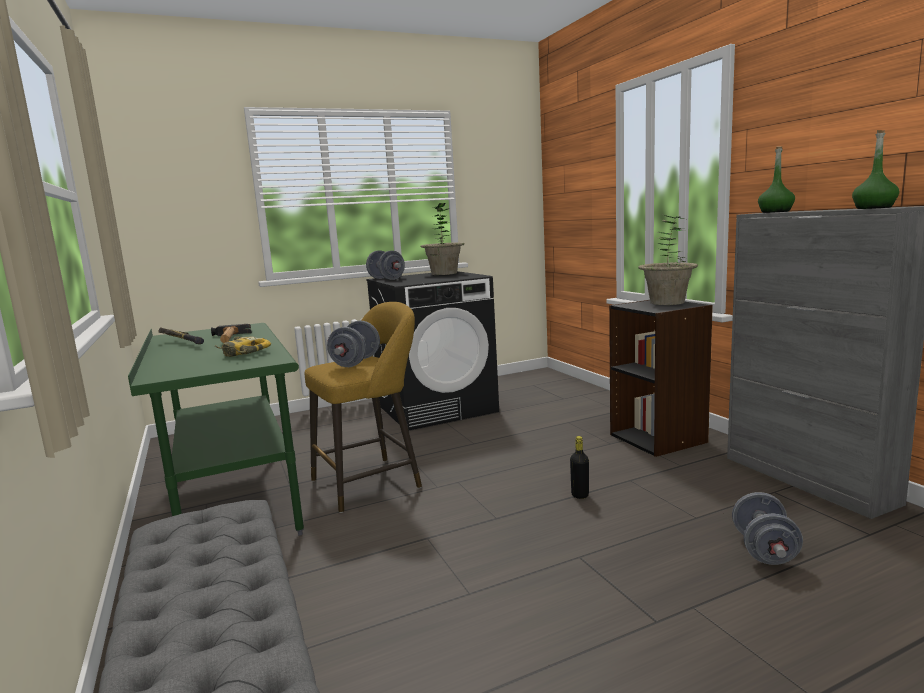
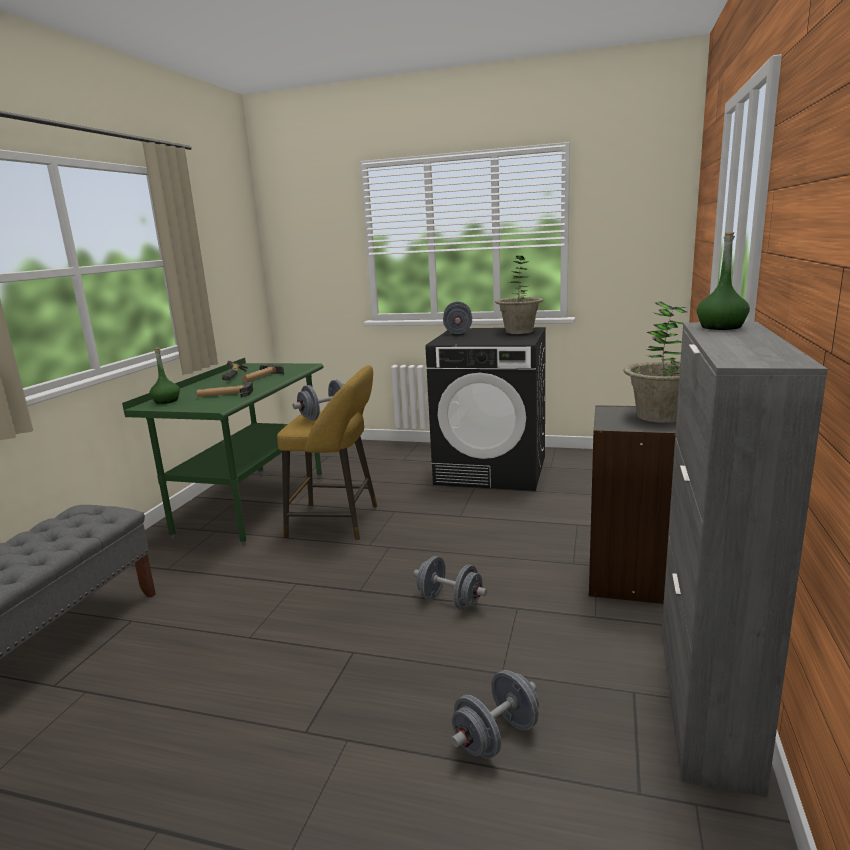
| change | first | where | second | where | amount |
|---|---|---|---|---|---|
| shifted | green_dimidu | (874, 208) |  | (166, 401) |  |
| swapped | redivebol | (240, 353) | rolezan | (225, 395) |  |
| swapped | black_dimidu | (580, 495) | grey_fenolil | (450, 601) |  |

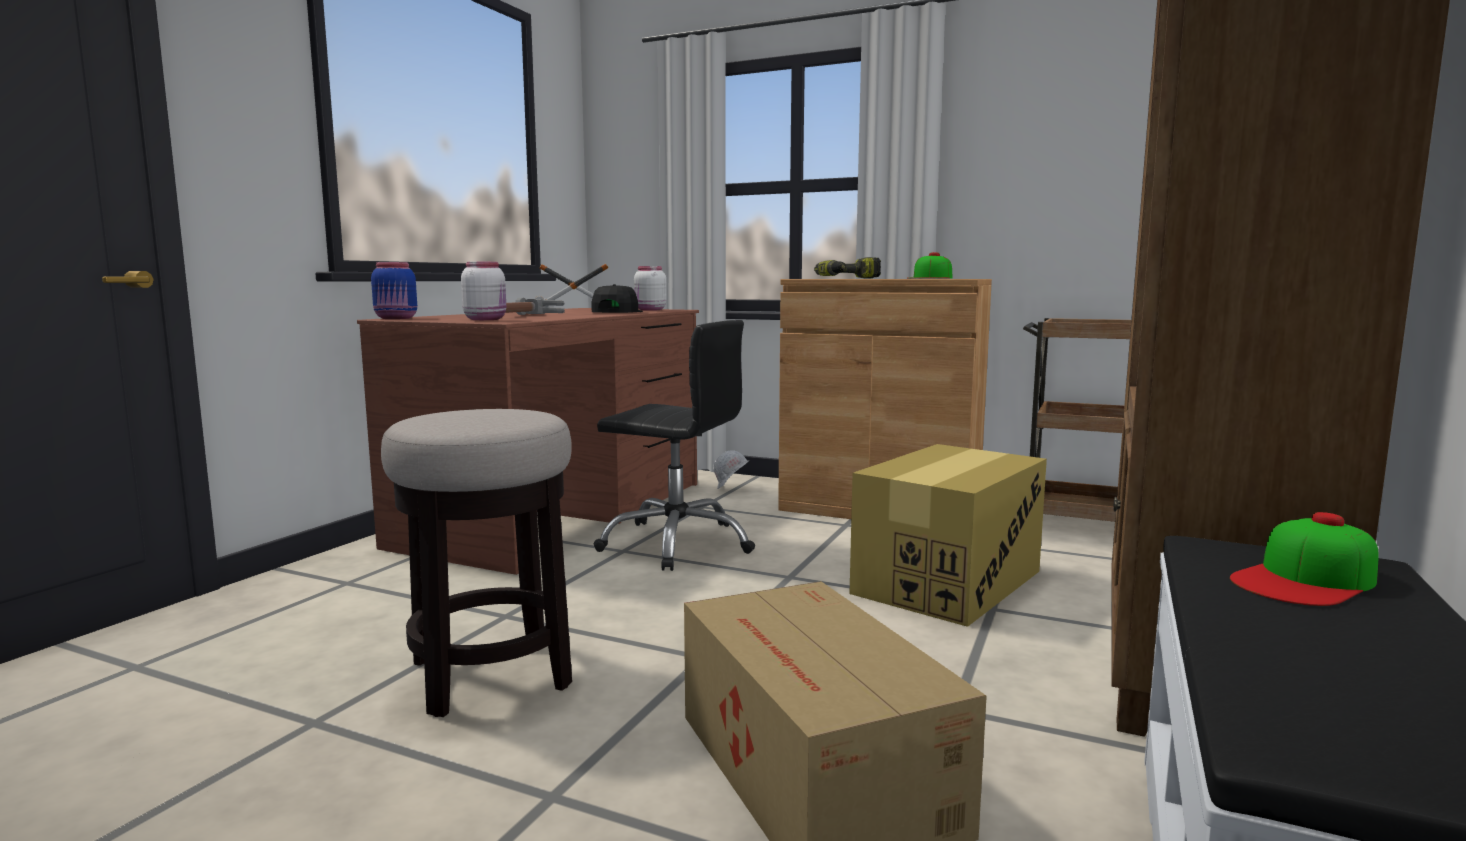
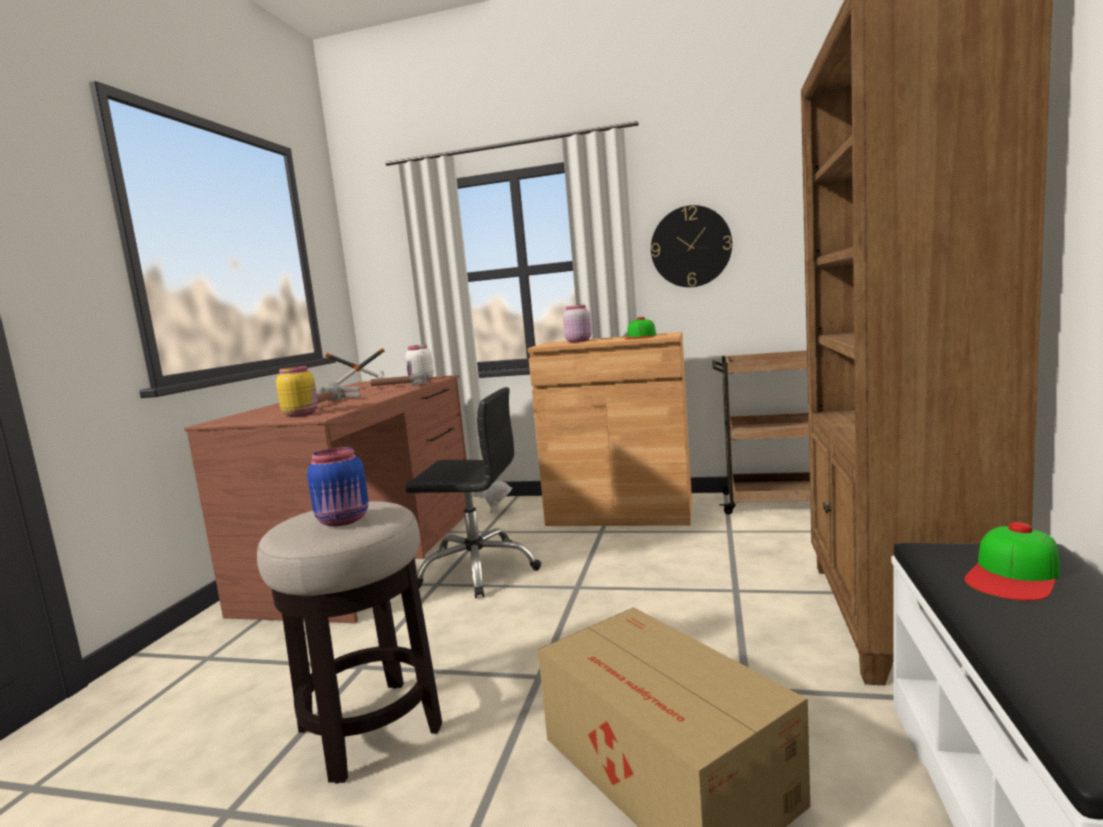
| change | first | where | second | where | amount |
|---|---|---|---|---|---|
| swapped | redivebol | (850, 278) | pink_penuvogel | (578, 341) |  |
| shifted | blue_penuvogel | (397, 318) |  | (344, 520) |  |
| repainted | white_penuvogel | (486, 319) | yellow_penuvogel | (301, 414) |  |
| swapped | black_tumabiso | (616, 312) | rolezan | (398, 387) |  |
| gone | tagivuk | (948, 582) |  |  |  |
| new |  |  | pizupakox | (690, 247) |  |

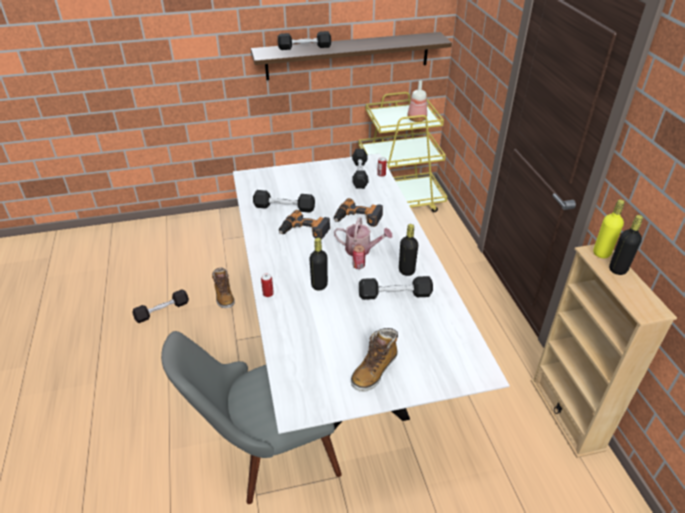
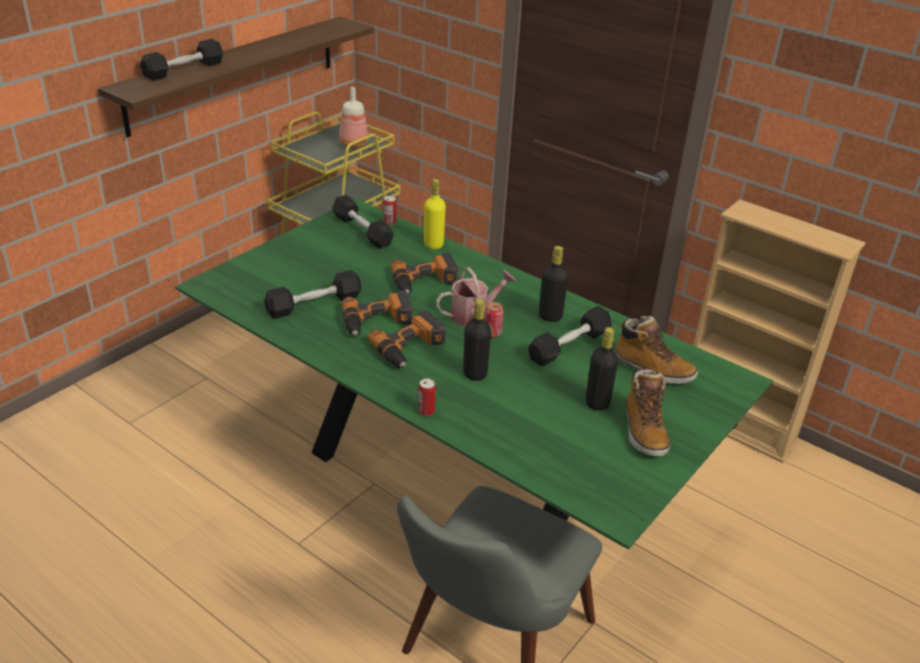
| change | first | where | second | where | amount |
|---|---|---|---|---|---|
| repainted | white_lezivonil | (342, 350) | green_lezivonil | (451, 482) |  |
| shifted | yellow_dimidu | (601, 253) |  | (433, 245) |  |
| shifted | black_dimidu | (618, 269) |  | (597, 403) |  |
| shifted | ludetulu | (224, 296) |  | (652, 370) |  |
| gone | black_fenolil | (162, 311) |  |  |  |
| new |  |  | redivebol | (411, 348) |  |

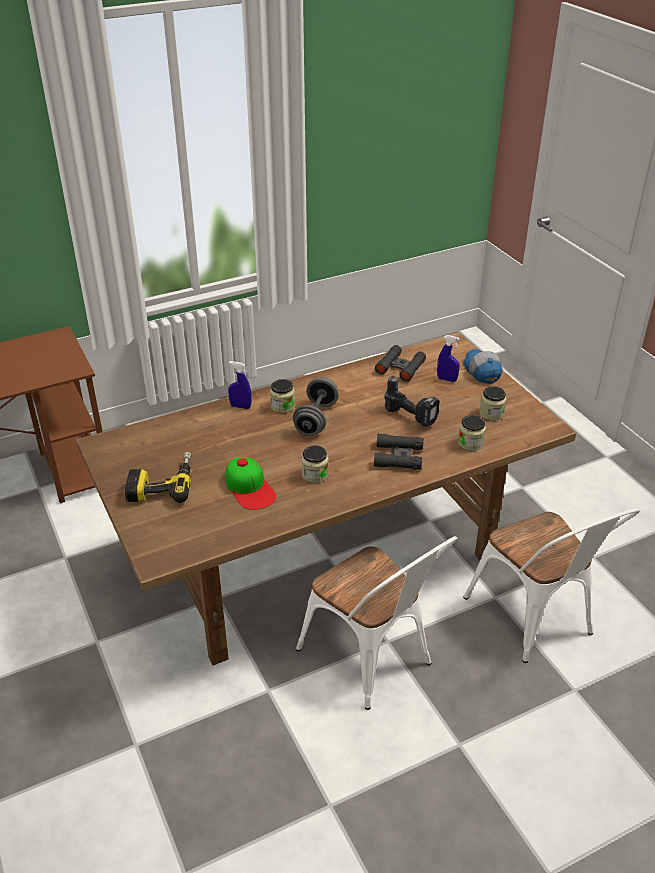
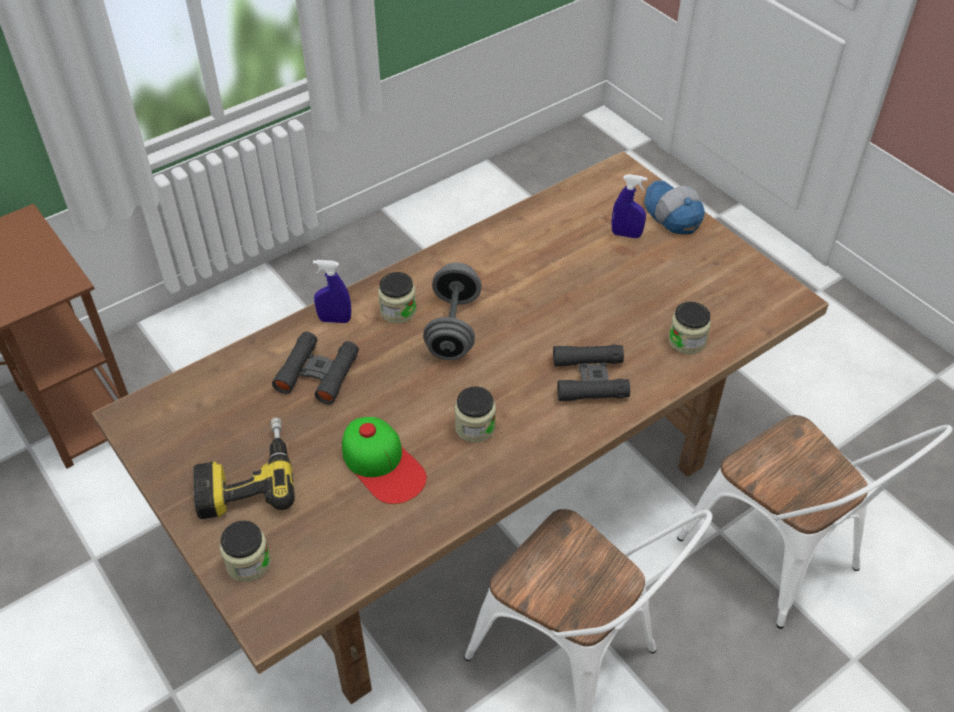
| change | first | where | second | where | amount |
|---|---|---|---|---|---|
| shifted | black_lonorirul | (400, 367) |  | (317, 373) |  |
| gone | redivebol | (412, 417) |  |  |  |
| shifted | penuvogel | (491, 413) |  | (248, 563) |  |

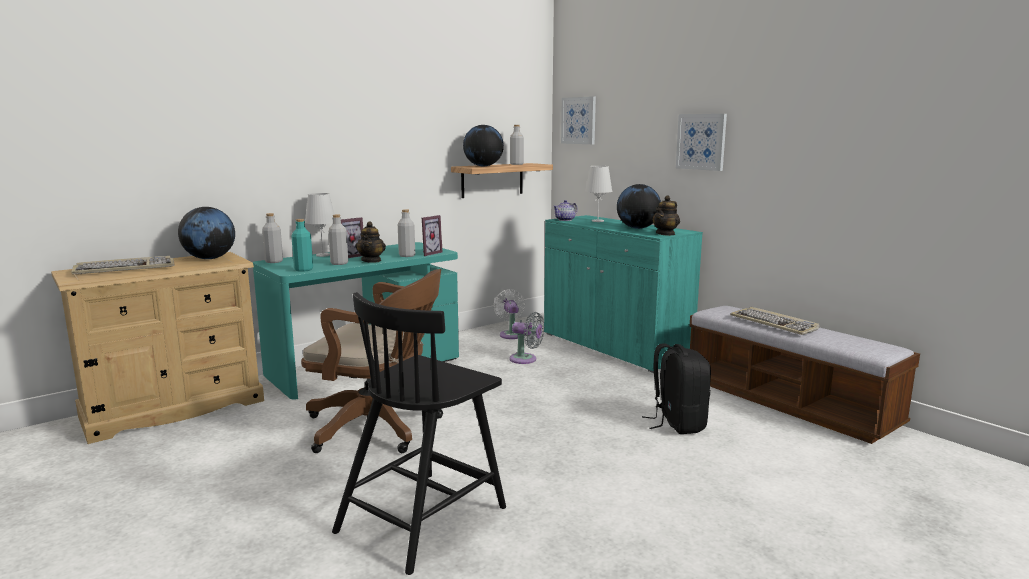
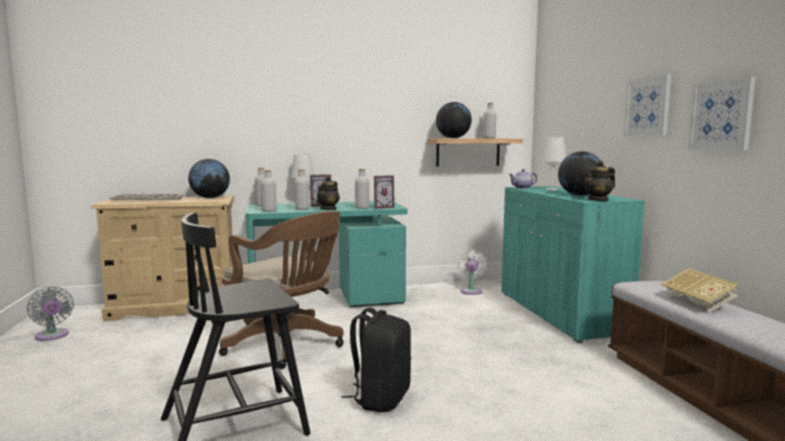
| change | first | where | second | where | amount |
|---|---|---|---|---|---|
| shifted | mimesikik | (579, 120) |  | (721, 115) |  |
| repainted | turquoise_dimidu | (303, 270) | grey_dimidu | (269, 211) |  |
| swapped | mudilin | (774, 324) | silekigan | (698, 303) |  |
| shifted | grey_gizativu | (526, 359) |  | (52, 336) |  |
| shifted | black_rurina | (677, 423) |  | (381, 398) |  |

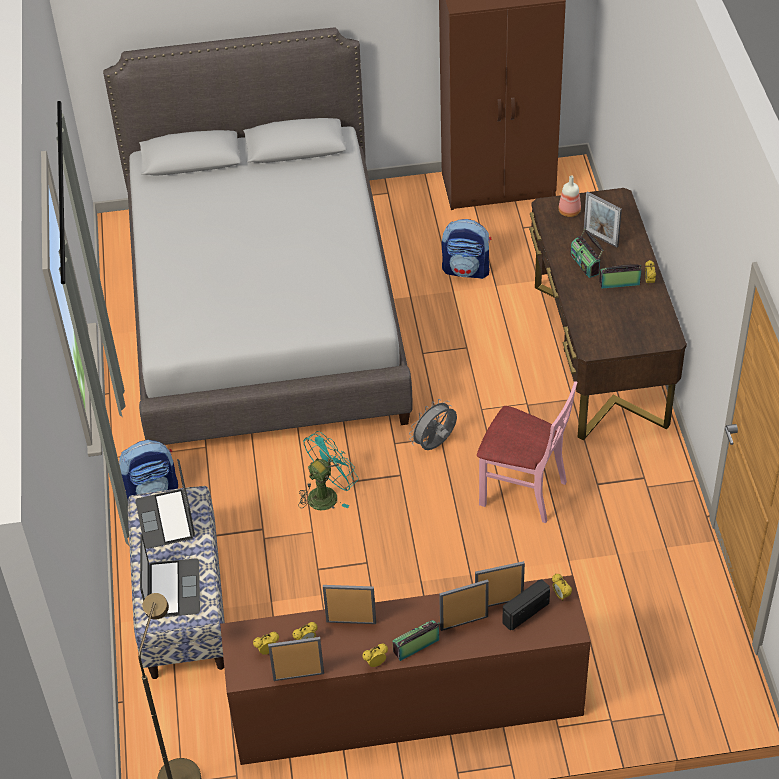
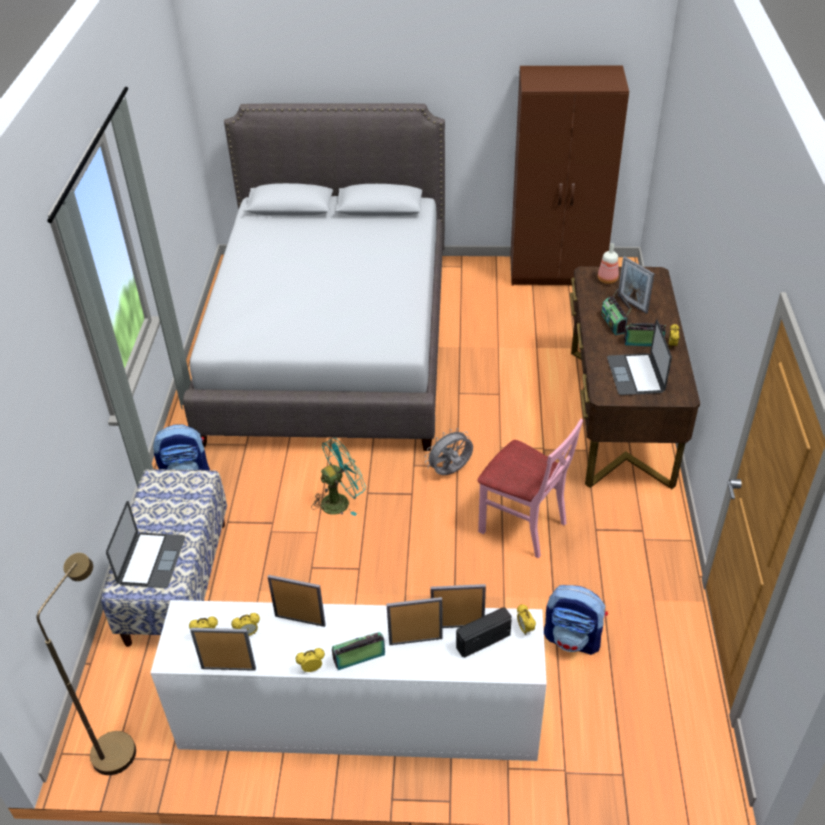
| change | first | where | second | where | amount |
|---|---|---|---|---|---|
| shifted | rurina | (467, 270) |  | (573, 639) |  |
| shifted | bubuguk | (165, 519) |  | (635, 374) |  |
| repainted | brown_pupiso | (407, 707) | white_pupiso | (359, 718) |  |

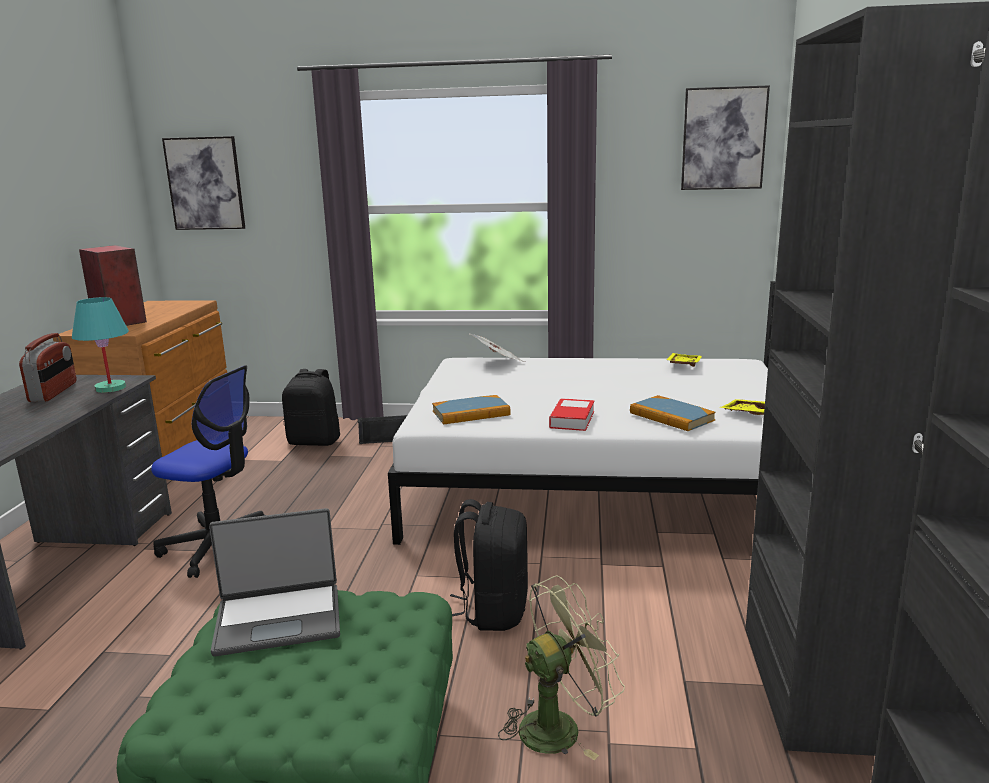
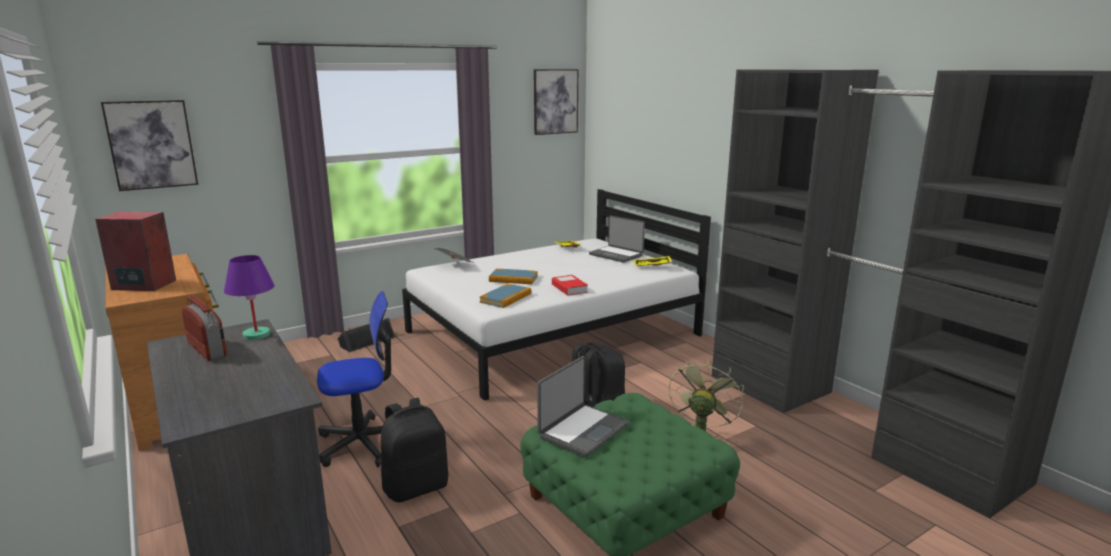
| change | first | where | second | where | amount |
|---|---|---|---|---|---|
| repainted | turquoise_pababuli | (110, 388) | purple_pababuli | (256, 335) |  |
| shifted | black_rurina | (315, 441) |  | (416, 487) |  |
| shifted | silekigan | (671, 417) |  | (513, 279) |  |
| new |  |  | bubuguk | (616, 255) |  |

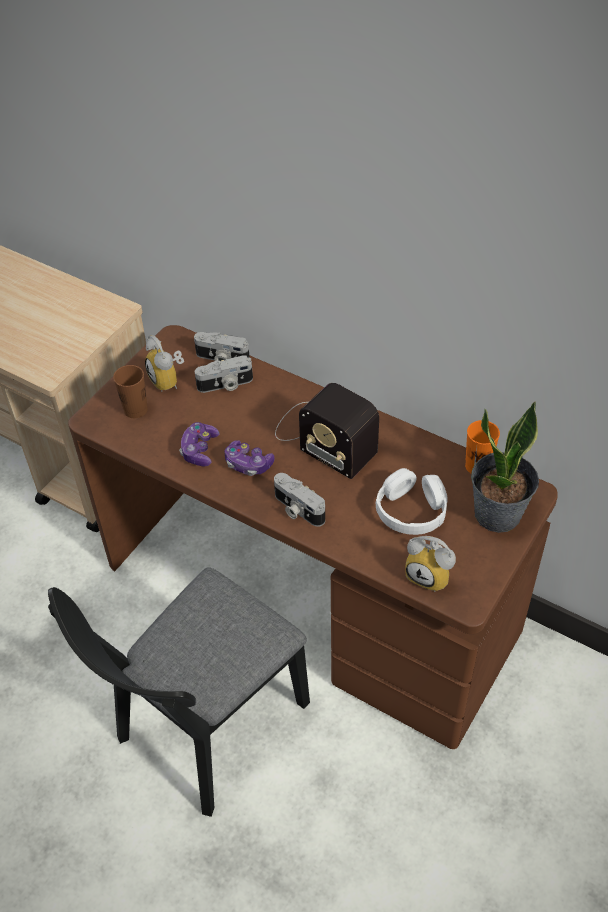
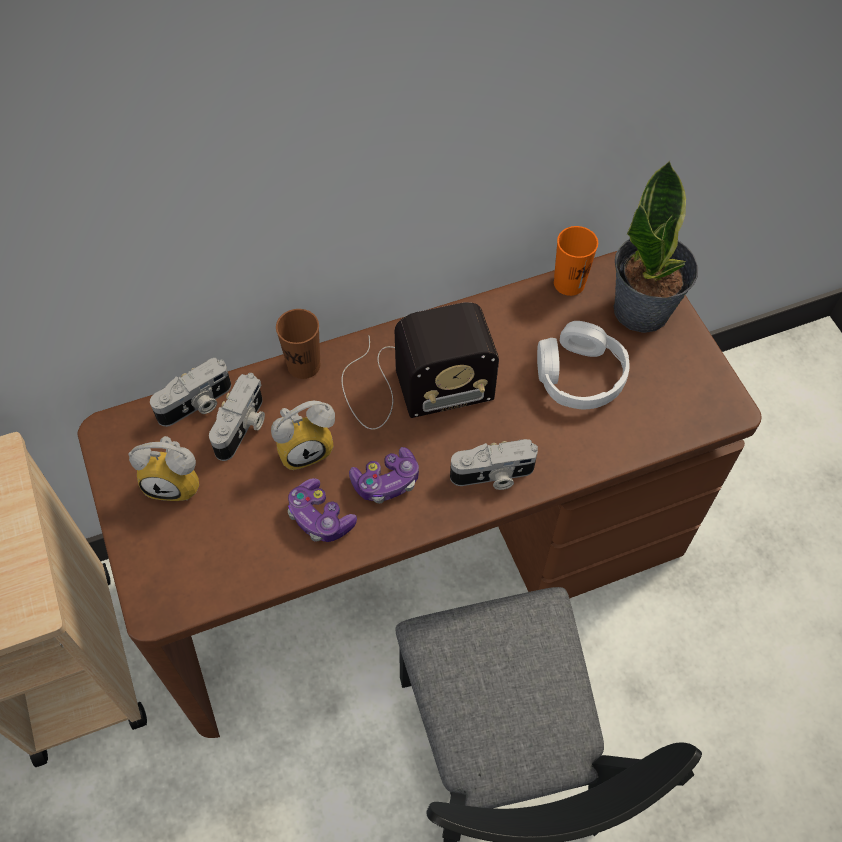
| change | first | where | second | where | amount |
|---|---|---|---|---|---|
| shifted | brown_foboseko | (135, 410) |  | (304, 365) |  |
| shifted | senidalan | (431, 575) |  | (305, 446) |  |

